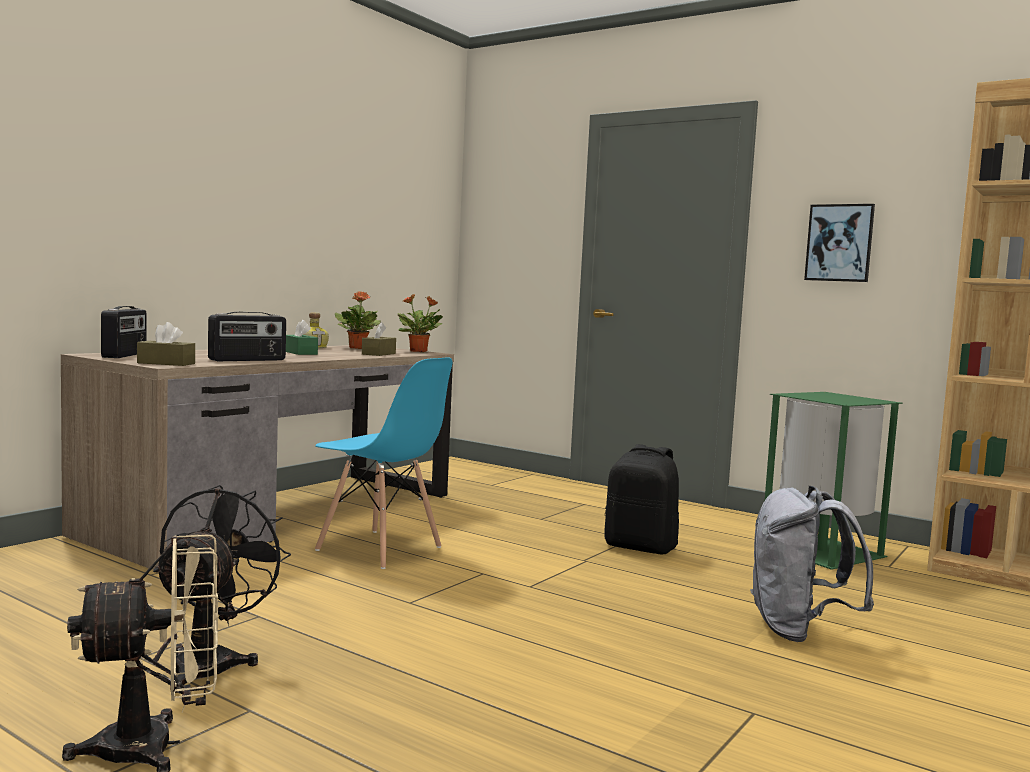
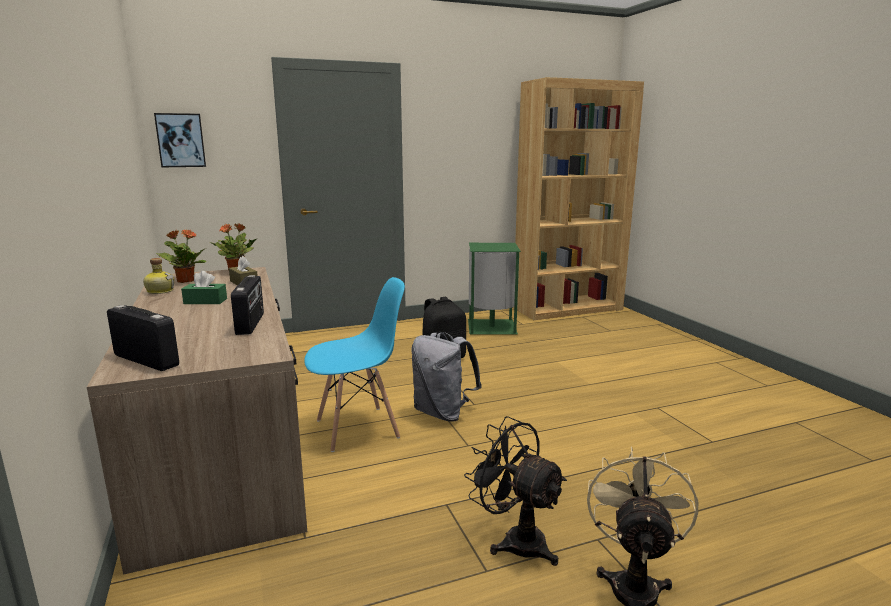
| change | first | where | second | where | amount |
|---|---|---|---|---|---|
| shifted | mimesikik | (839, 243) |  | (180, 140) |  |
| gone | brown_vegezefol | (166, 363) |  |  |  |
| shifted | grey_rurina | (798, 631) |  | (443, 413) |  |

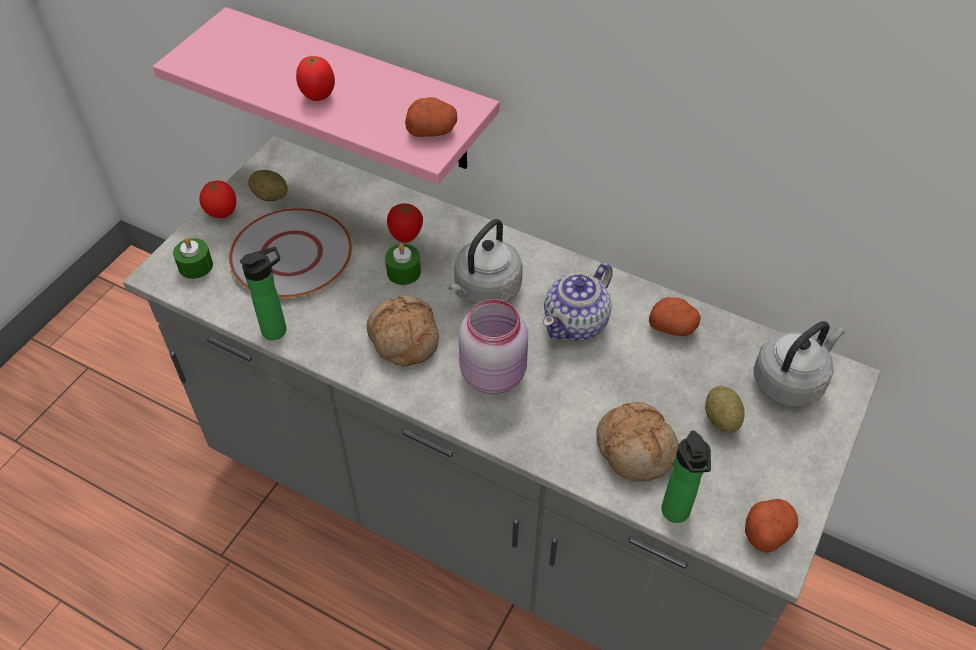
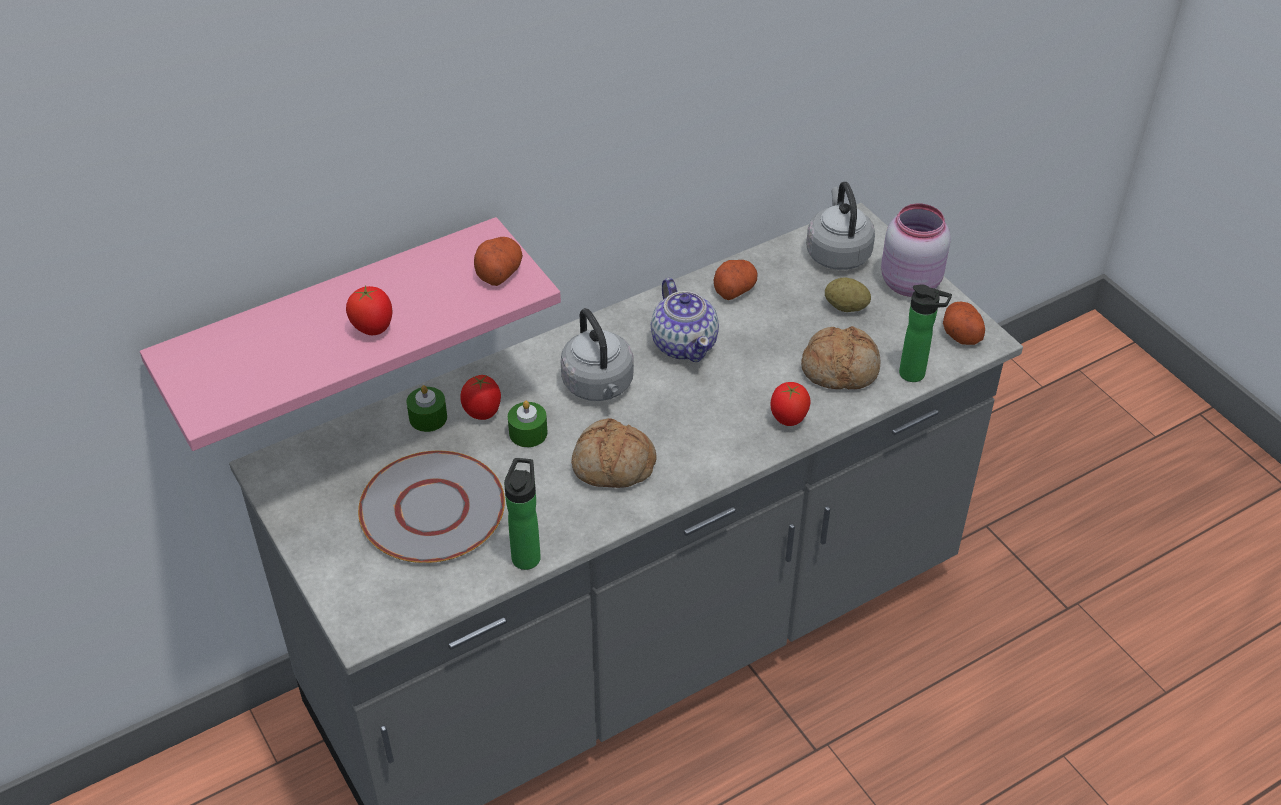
| change | first | where | second | where | amount |
|---|---|---|---|---|---|
| gone | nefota | (270, 196) |  |  |  |
| shifted | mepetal | (222, 213) |  | (788, 420) |  |
| shifted | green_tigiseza | (195, 266) |  | (428, 417) |  |
| shifted | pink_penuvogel | (494, 373) |  | (909, 281) |  |

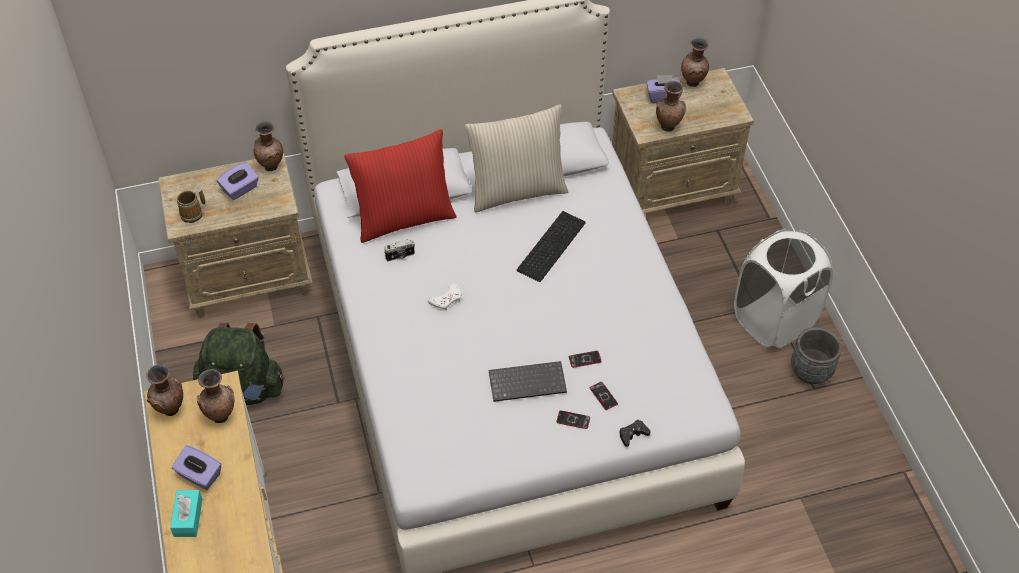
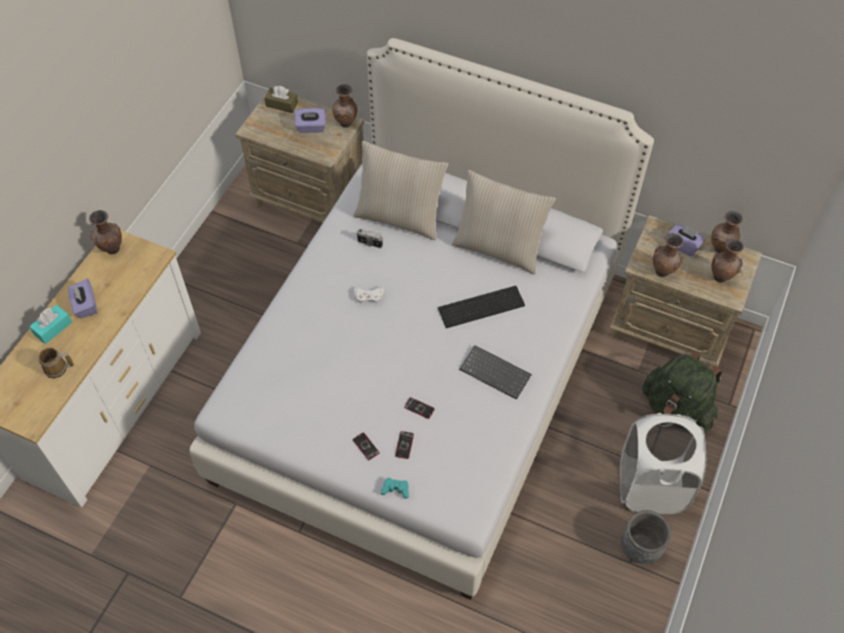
| change | first | where | second | where | amount |
|---|---|---|---|---|---|
| repainted | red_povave | (404, 218) | beige_povave | (400, 217) |  |
| shifted | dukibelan | (193, 214) |  | (57, 369) |  |
| shifted | green_rurina | (243, 389) |  | (677, 409) |  |
| shifted | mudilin | (528, 381) |  | (496, 372) |  |
| shifted | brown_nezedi | (221, 416) |  | (721, 277) |  |
| repainted | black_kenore | (633, 434) | turquoise_kenore | (396, 489) |  |
| new |  |  | brown_vegezefol | (282, 104) |  |

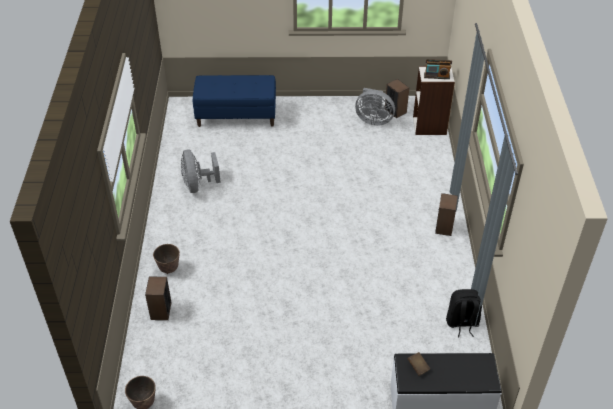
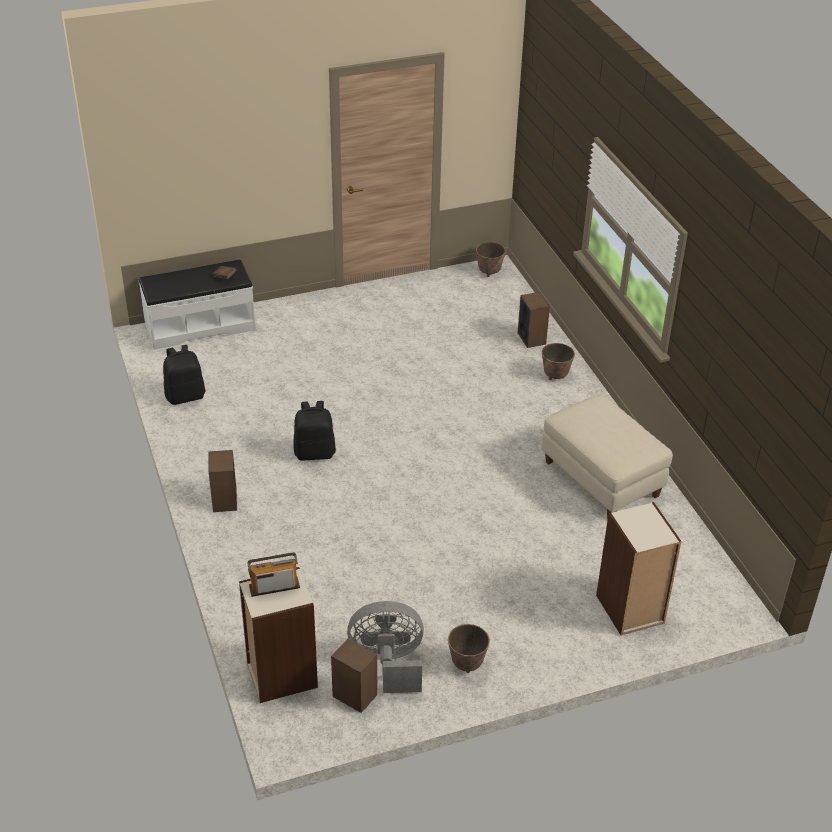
| change | first | where | second | where | amount |
|---|---|---|---|---|---|
| swapped | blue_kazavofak | (236, 116) | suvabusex | (630, 610) |  |
| swapped | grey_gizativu | (198, 185) | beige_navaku | (600, 479) |  |
| new |  |  | black_rurina | (315, 452) |  |
| new |  |  | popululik | (467, 664) |  |

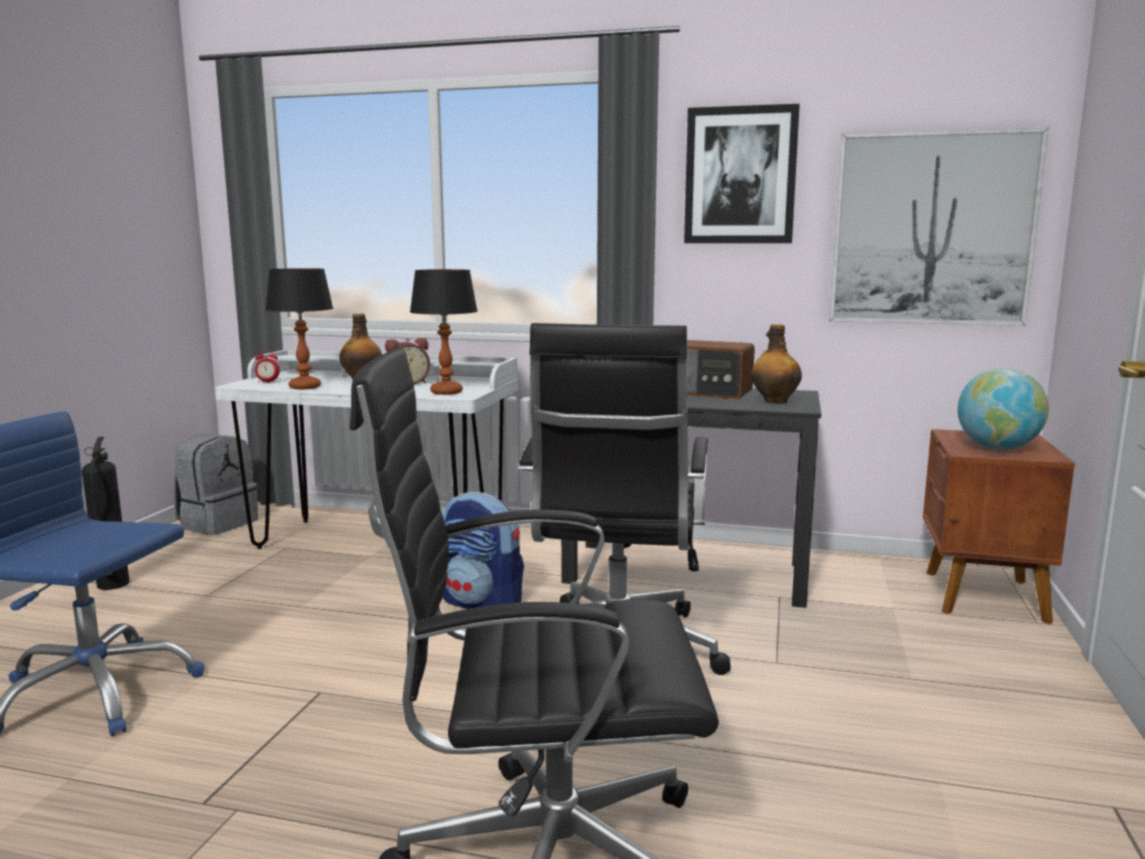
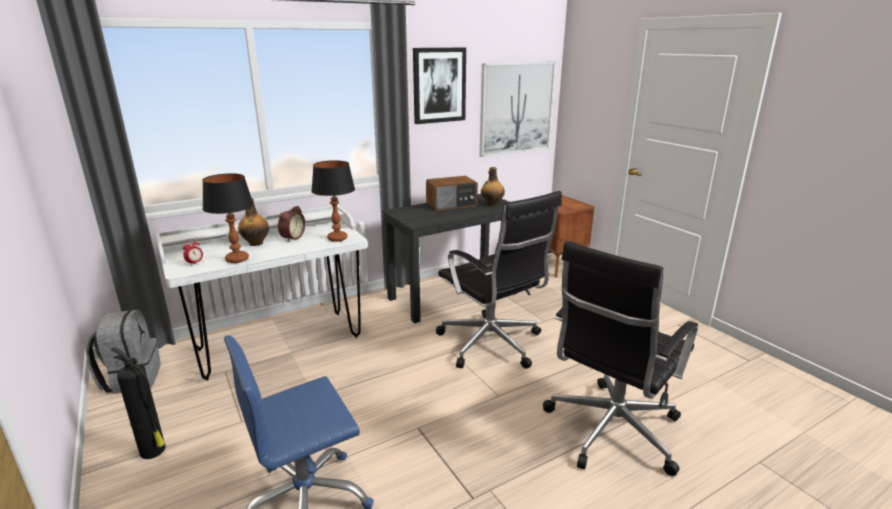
| change | first | where | second | where | amount |
|---|---|---|---|---|---|
| gone | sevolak | (997, 448) |  |  |  |
| gone | rurina | (483, 603) |  |  |  |

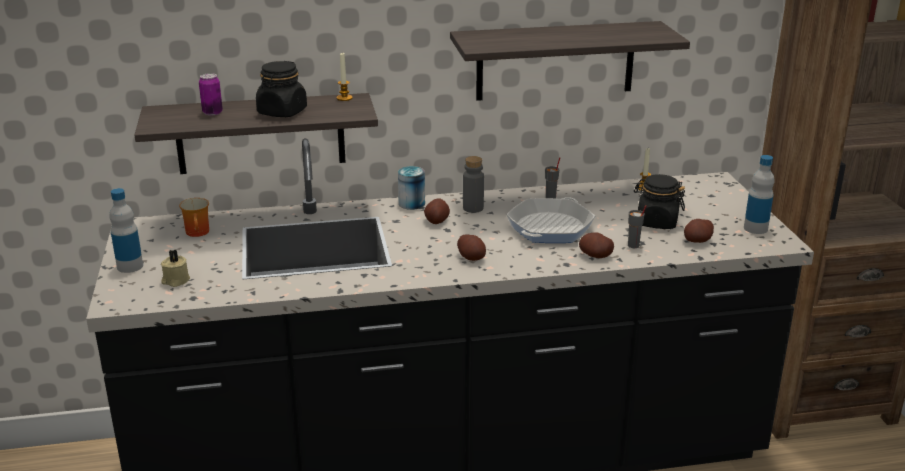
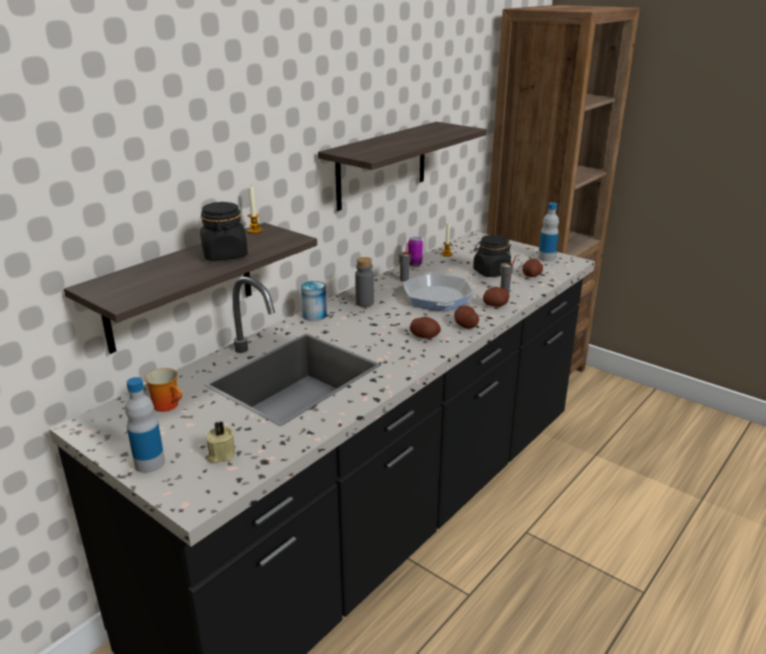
| change | first | where | second | where | amount |
|---|---|---|---|---|---|
| shifted | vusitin | (212, 112) |  | (414, 264) |  |
| shifted | nefota | (436, 220) |  | (465, 325) |  |

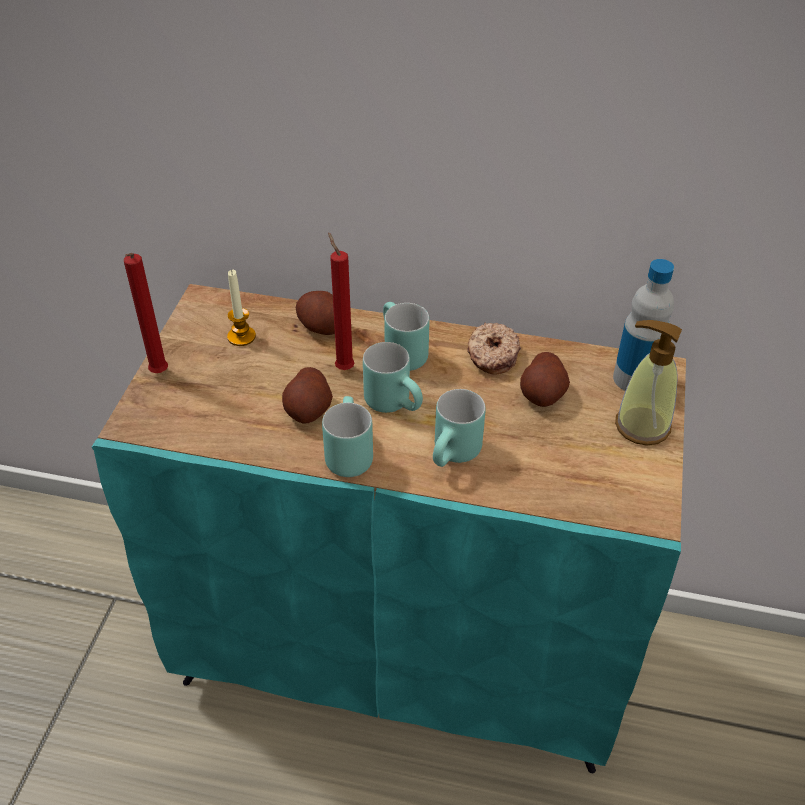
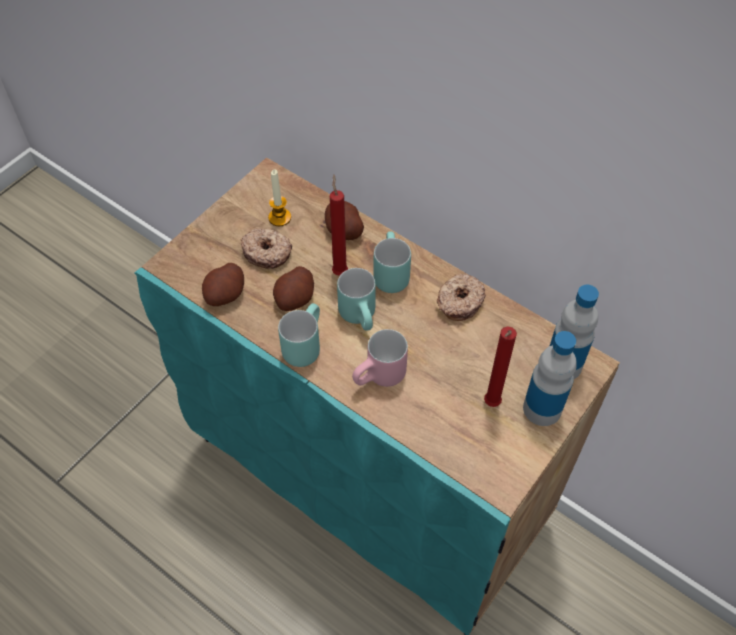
| change | first | where | second | where | amount |
|---|---|---|---|---|---|
| shifted | red_tigiseza | (158, 375) |  | (490, 405) |  |
| swapped | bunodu | (641, 426) | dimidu | (542, 409) |  |
| shifted | nefota | (542, 394) |  | (225, 294) |  |
| repainted | turquoise_dukibelan | (456, 456) | pink_dukibelan | (380, 379) |  |
| new |  |  | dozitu | (267, 252) |  |

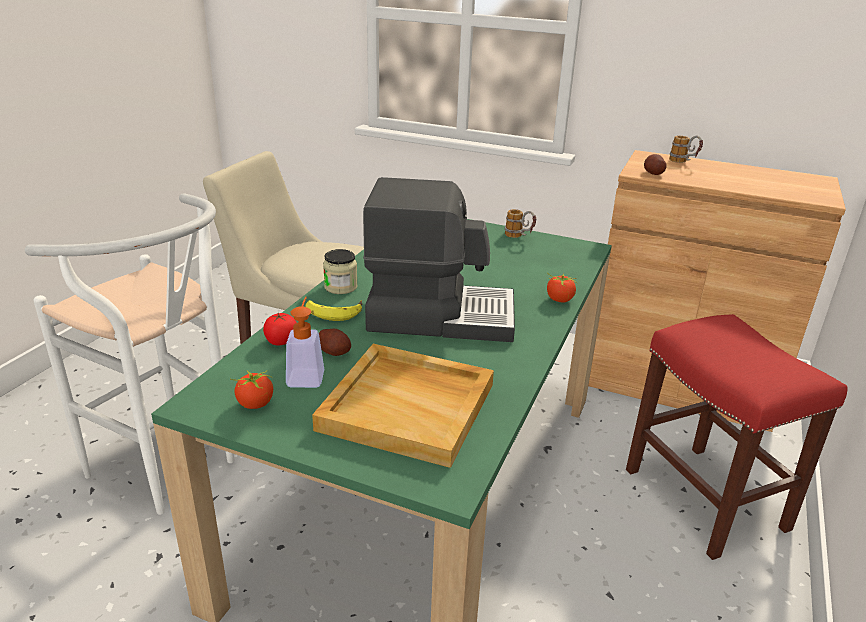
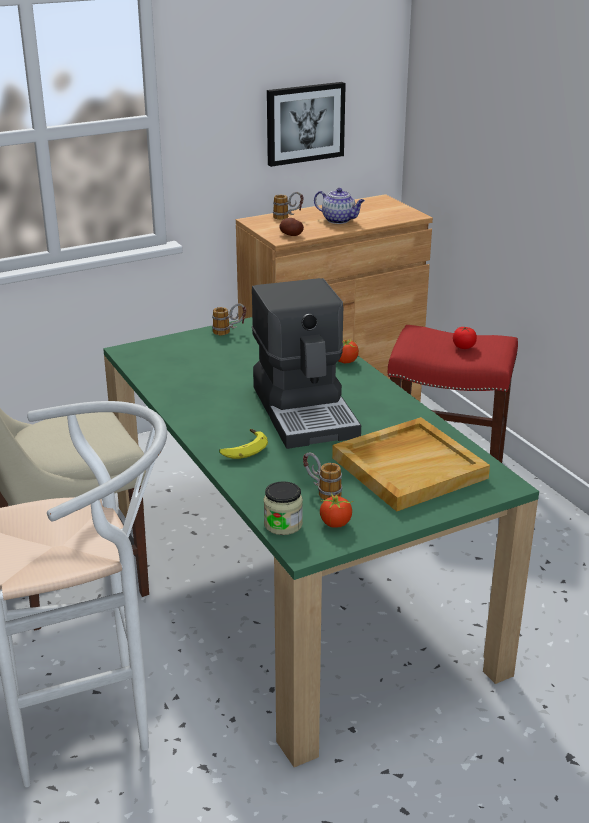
| change | first | where | second | where | amount |
|---|---|---|---|---|---|
| rotated | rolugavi | (440, 315) |  | (306, 411) | 120 degrees clockwise |
| shifted | penuvogel | (340, 287) |  | (283, 524) |  |
| swapped | bunodu | (306, 374) | dukibelan | (321, 491) |  |
| shifted | mepetal | (281, 341) |  | (463, 347) |  |
| gone | nefota | (334, 352) |  |  |  |
| new |  |  | mimesikik | (304, 123) |  |
| new |  |  | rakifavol | (339, 220) |  |

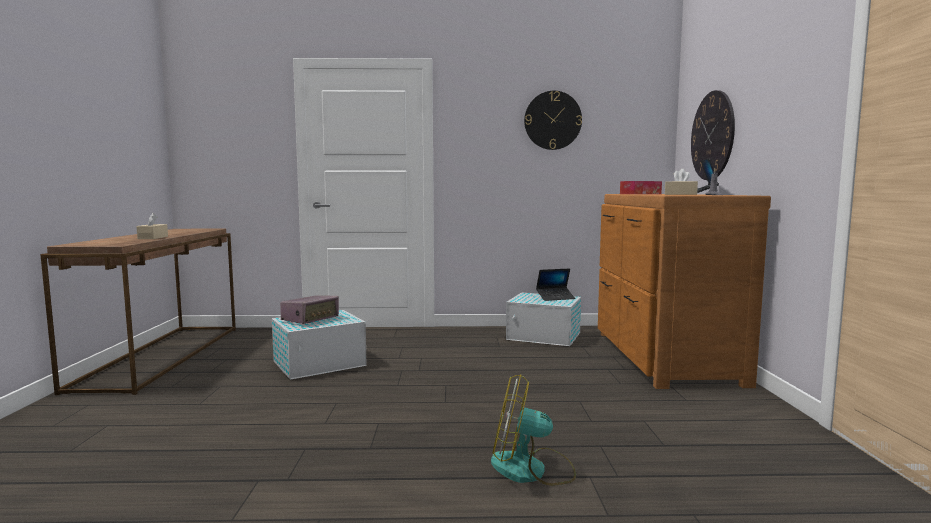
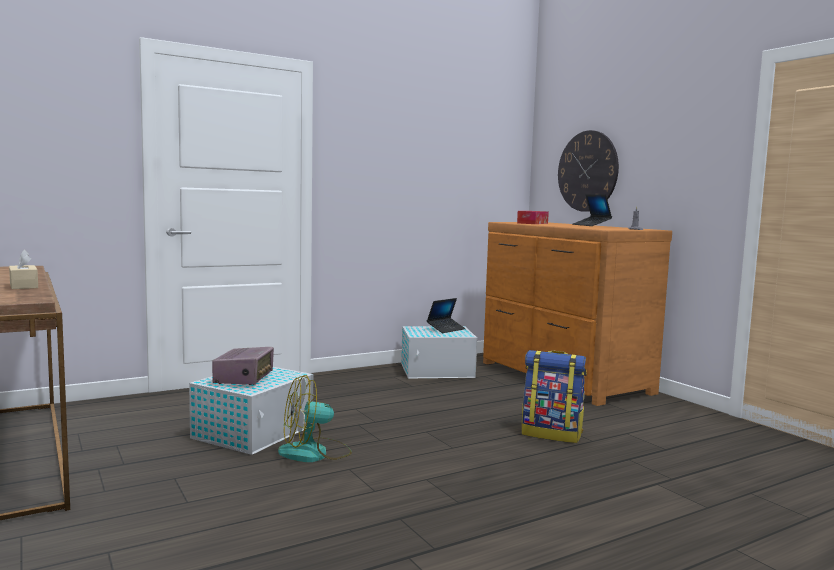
| change | first | where | second | where | amount |
|---|---|---|---|---|---|
| gone | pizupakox | (552, 120) |  |  |  |
| gone | beige_vegezefol | (680, 194) |  |  |  |
| shifted | gizativu | (531, 470) |  | (314, 453) |  |
| new |  |  | rurina | (552, 434) |  |

